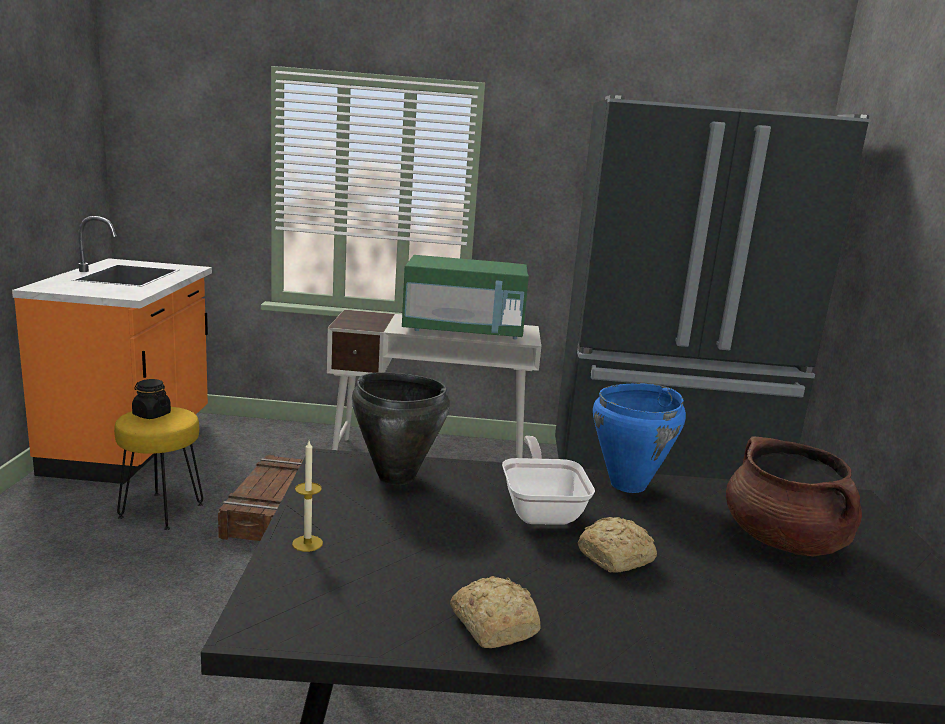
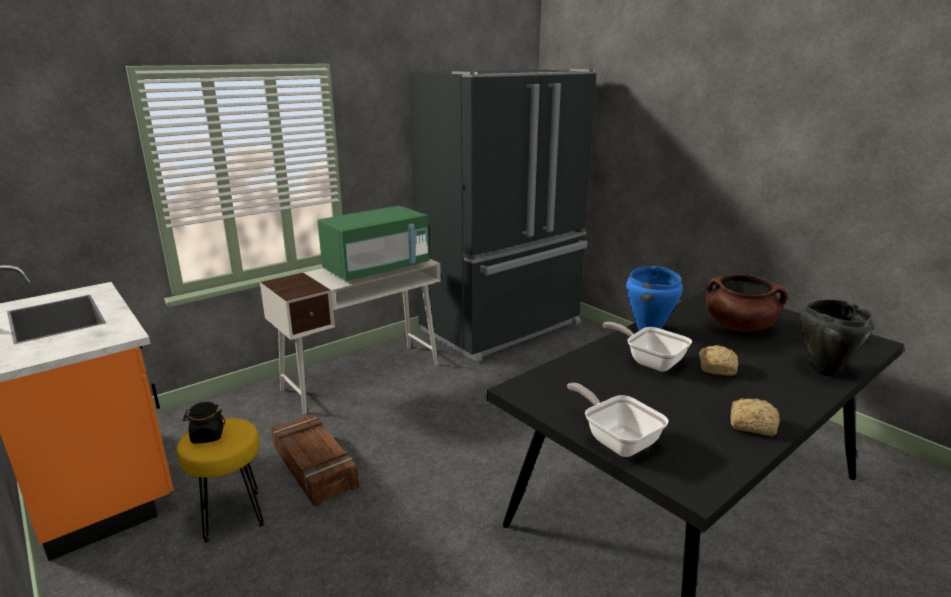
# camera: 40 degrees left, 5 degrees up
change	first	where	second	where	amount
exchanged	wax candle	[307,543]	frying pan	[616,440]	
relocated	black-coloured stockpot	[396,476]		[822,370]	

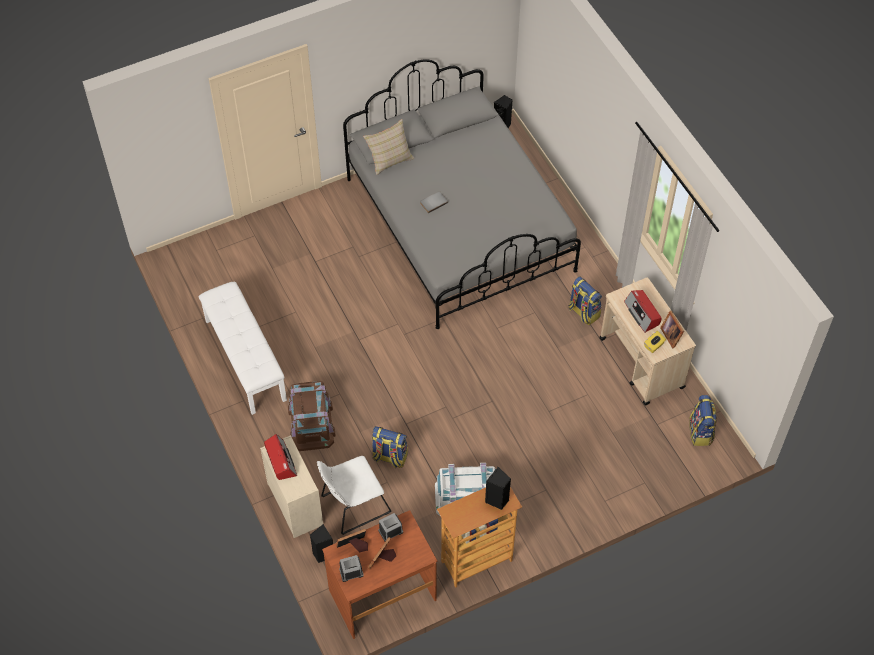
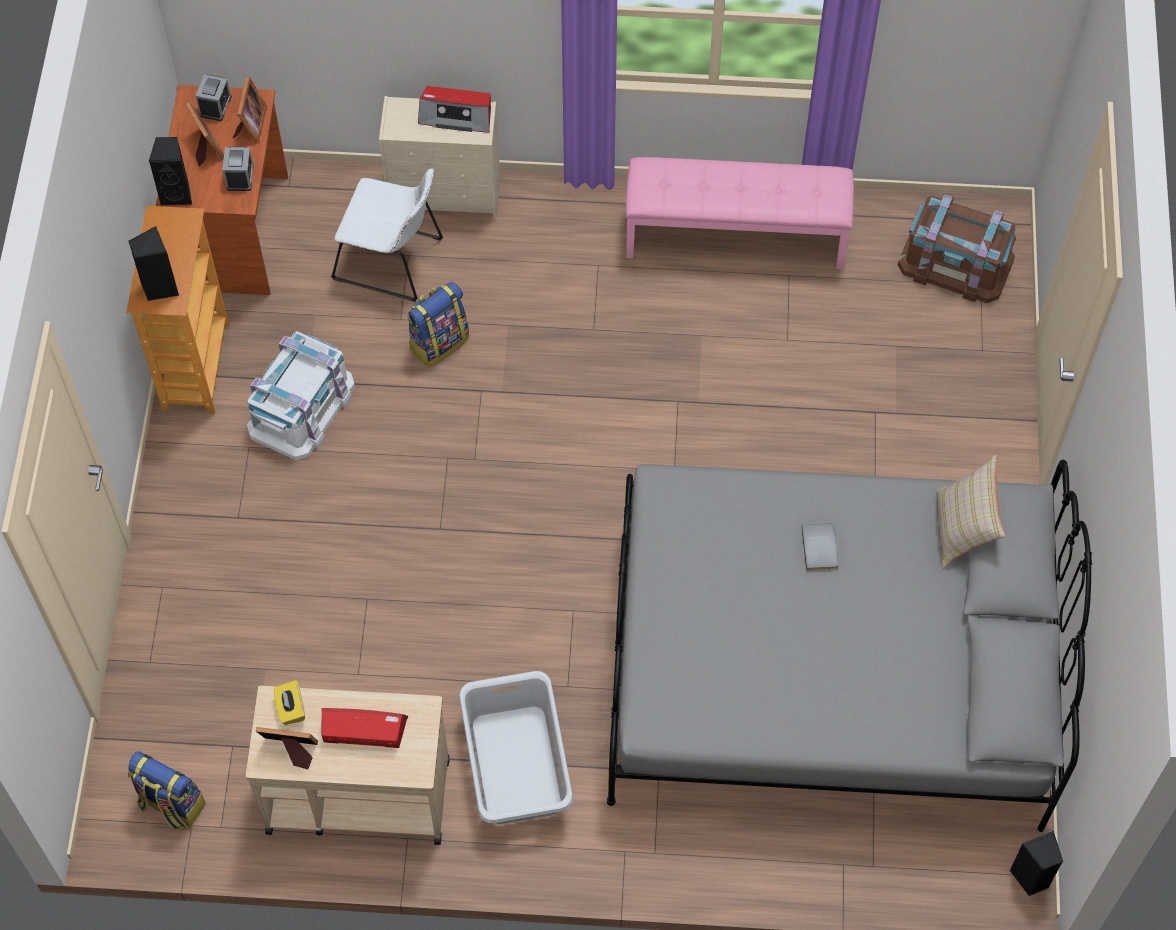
# camera: 120 degrees right, 5 degrees up
change	first	where	second	where	amount
relocated	black-coloured loudspeaker	[323,554]		[177,194]	
spun	white-coloured upright chair	[353,505]		[393,261]	105 degrees clockwise
exchanged	backpack	[583,312]	grey laundry basket	[517,764]	
colour	white-coloured long seat	[244,360]	pink long seat	[736,236]	
relocated	brown storage bin	[312,422]		[955,263]	

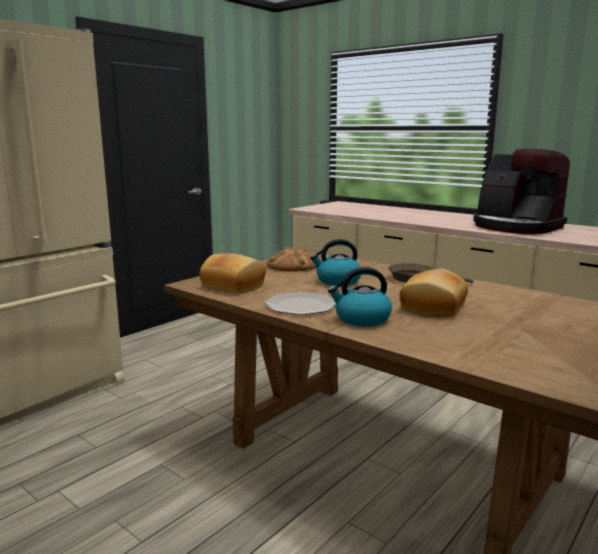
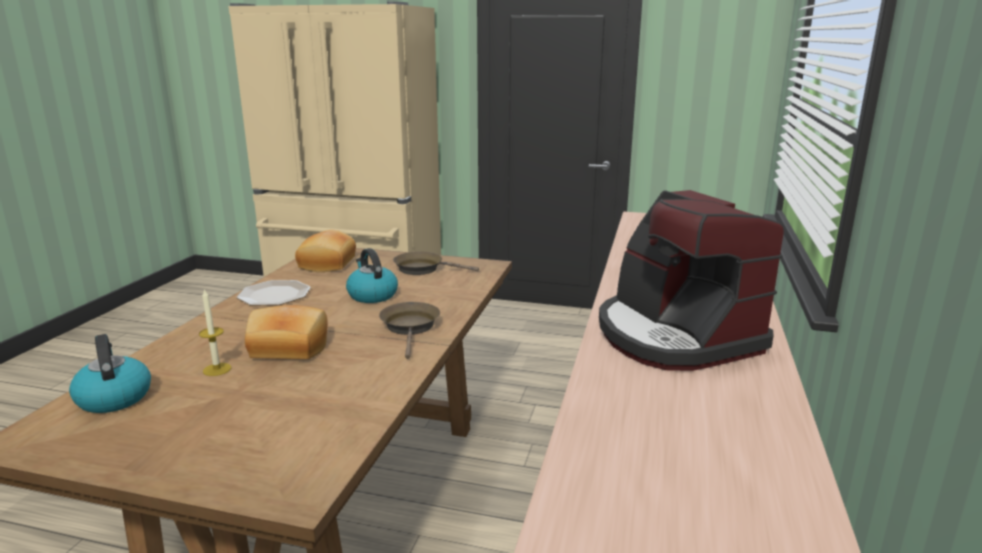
# camera: 65 degrees right, 5 degrees up
change	first	where	second	where	amount
relocated	kettle	[361,319]		[113,397]	
appeared			wax candle	[217,369]	
exchanged	bakery bread	[292,266]	brown frying pan	[423,269]	
spun	coffee brewer	[515,227]		[675,336]	45 degrees counterclockwise

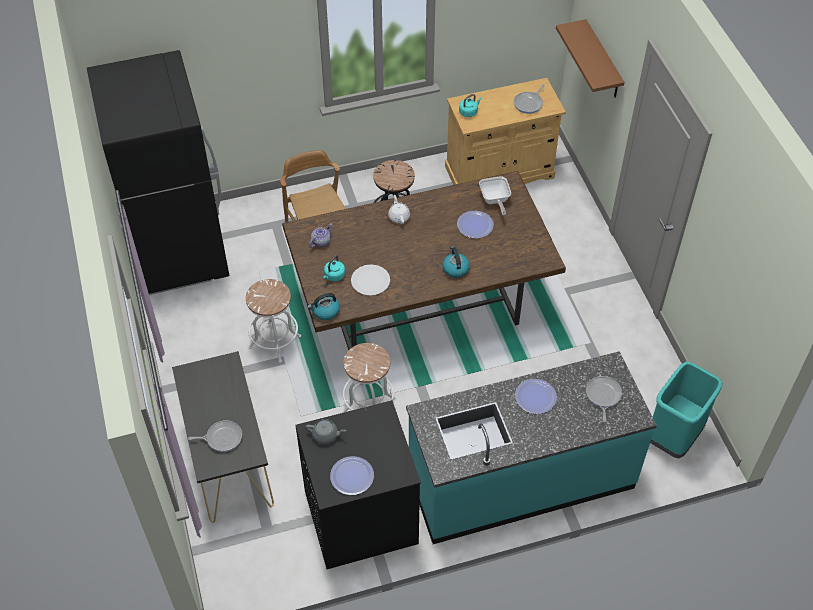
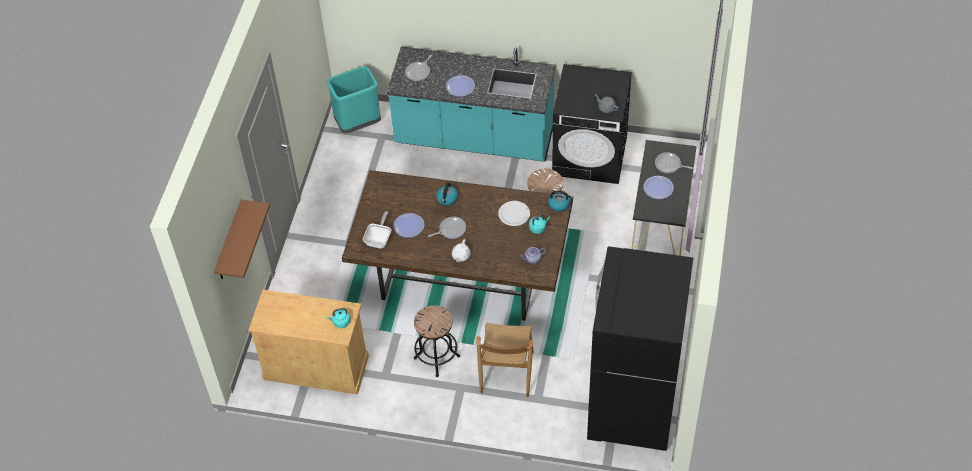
# camera: 150 degrees left, 0 degrees up
change	first	where	second	where	amount
relocated	frying pan	[529,103]		[451,229]	
relocated	dinner plate	[352,476]		[658,188]	
missing	white-coloured sitting stool	[275,342]			

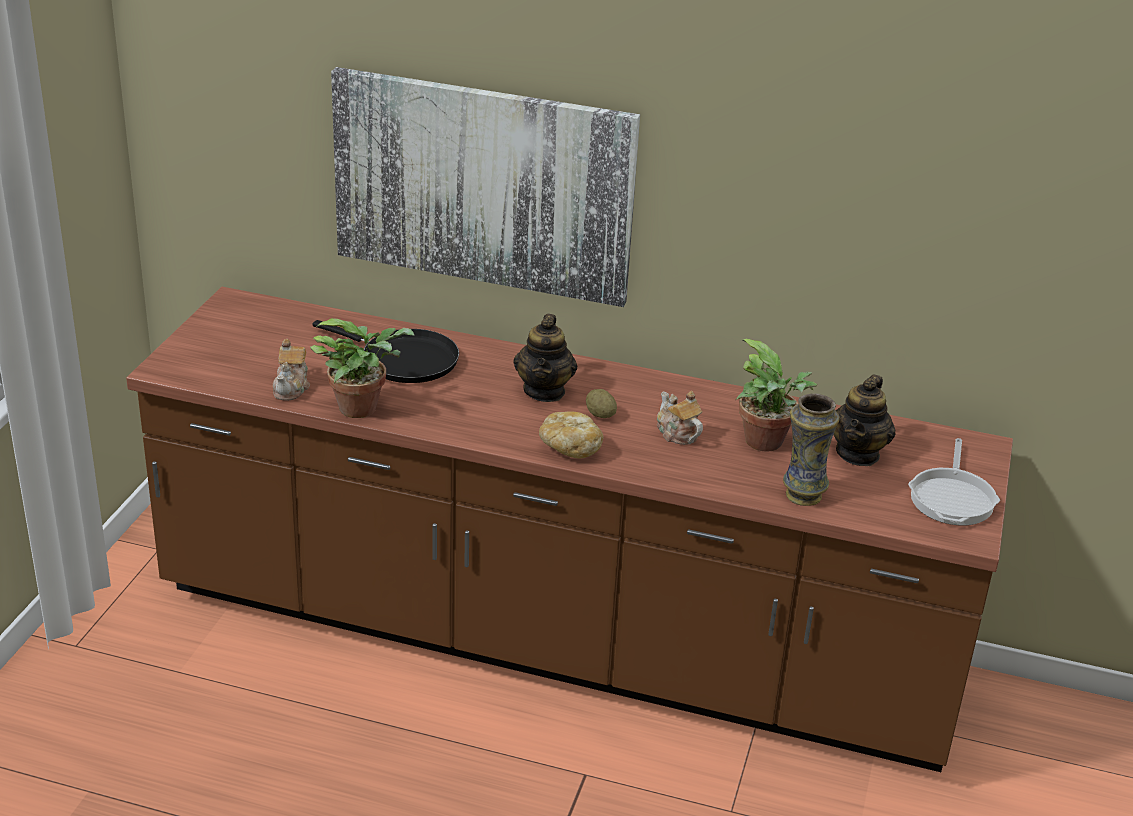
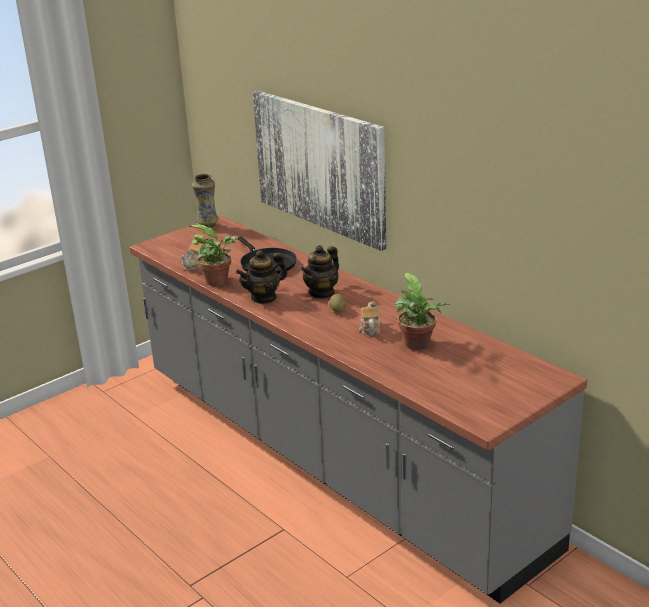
# camera: 35 degrees right, 5 degrees down
change	first	where	second	where	amount
colour	brown counter	[554,641]	grey counter	[332,457]	
relocated	vase	[802,495]		[208,227]	
relocated	teapot	[858,453]		[264,297]	
missing	bakery bread	[569,447]			
missing	frying pan	[952,498]			

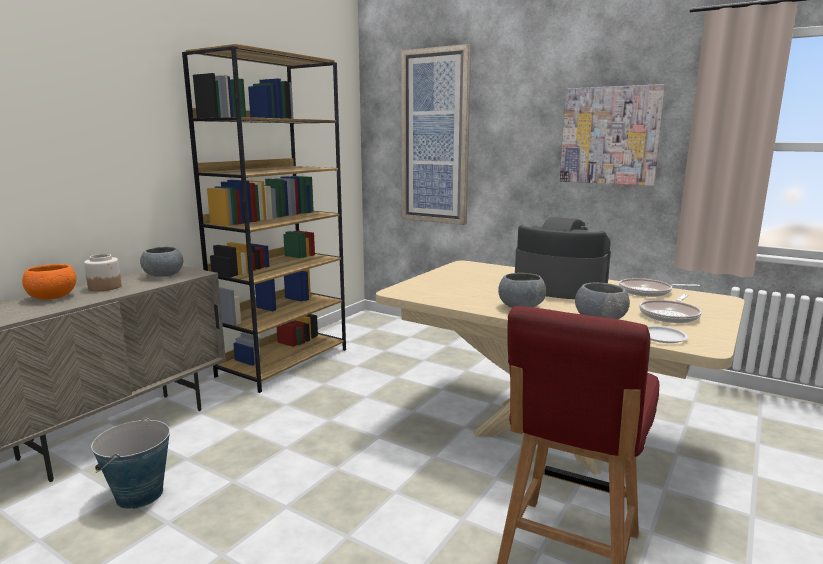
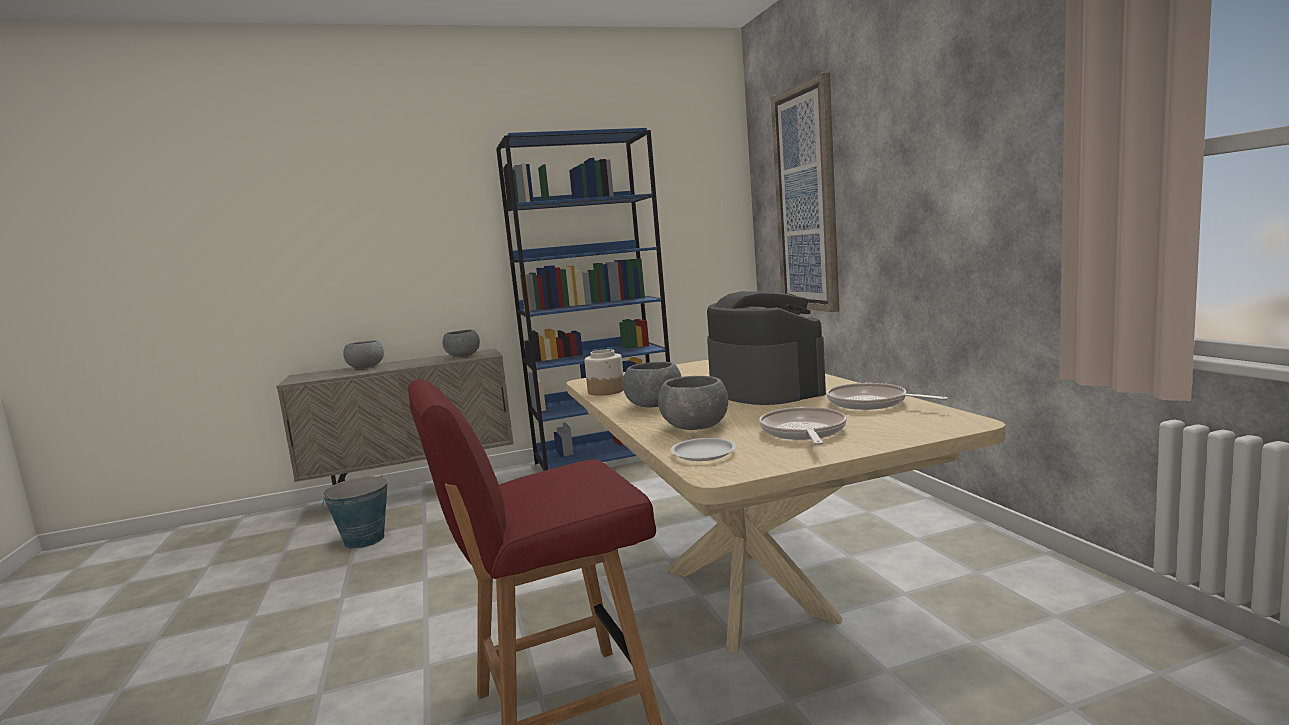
# camera: 40 degrees right, 5 degrees down
change	first	where	second	where	amount
colour	orange bowl	[52,297]	grey bowl	[366,367]	
colour	brown shelving unit	[284,362]	blue shelving unit	[606,460]	
relocated	preserve jar	[105,287]		[606,391]	
spun	frying pan	[670,315]		[803,432]	105 degrees clockwise
missing	wall picture	[610,136]			

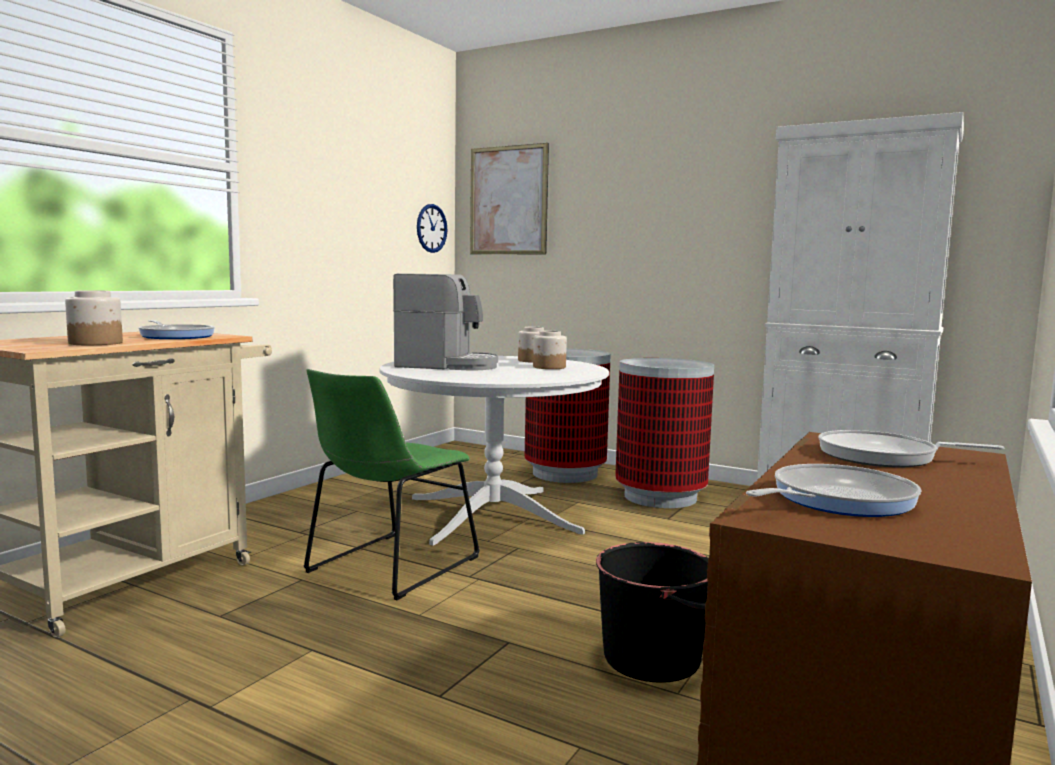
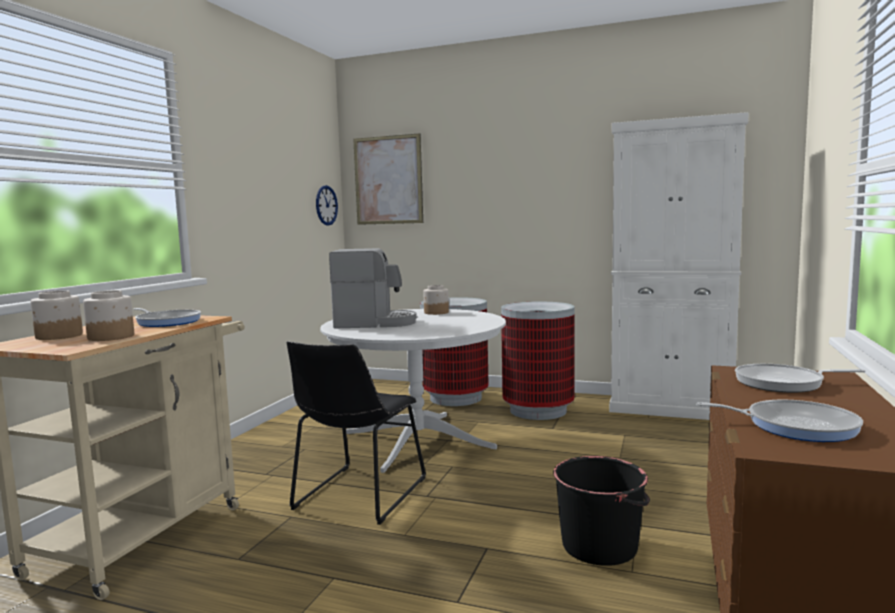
# camera: 10 degrees left, 0 degrees up
change	first	where	second	where	amount
relocated	preserve jar	[549,367]		[59,336]	
colour	green upright chair	[388,567]	black-coloured upright chair	[357,496]	
spun	frying pan	[836,500]		[794,426]	60 degrees clockwise

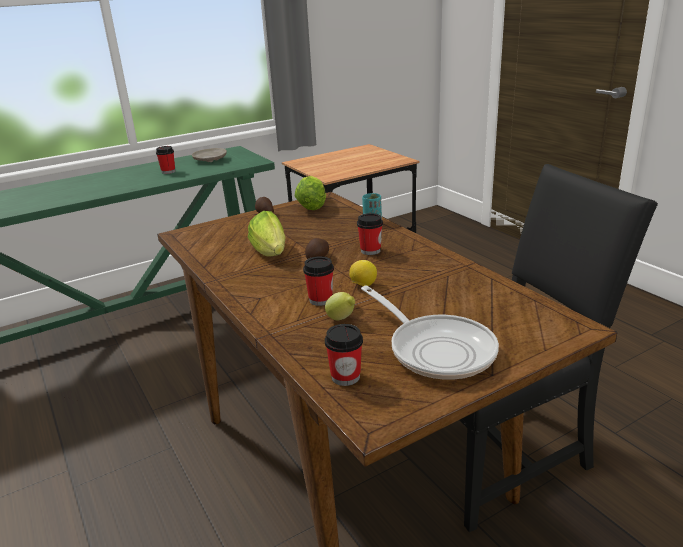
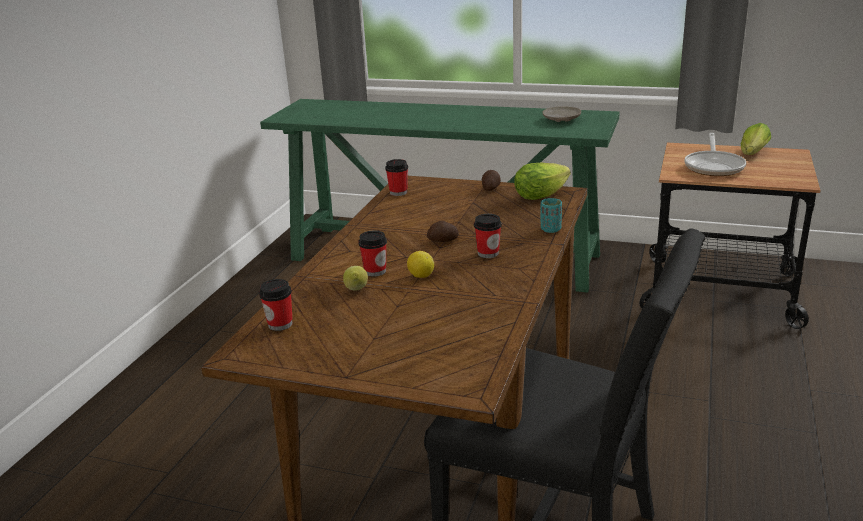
# camera: 50 degrees right, 0 degrees up
change	first	where	second	where	amount
relocated	cup	[168,171]		[398,192]	
relocated	frying pan	[436,349]		[714,166]	
relocated	head of lettuce	[271,253]		[752,154]	

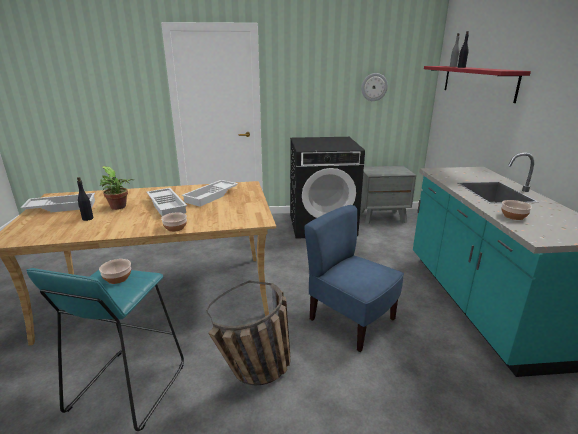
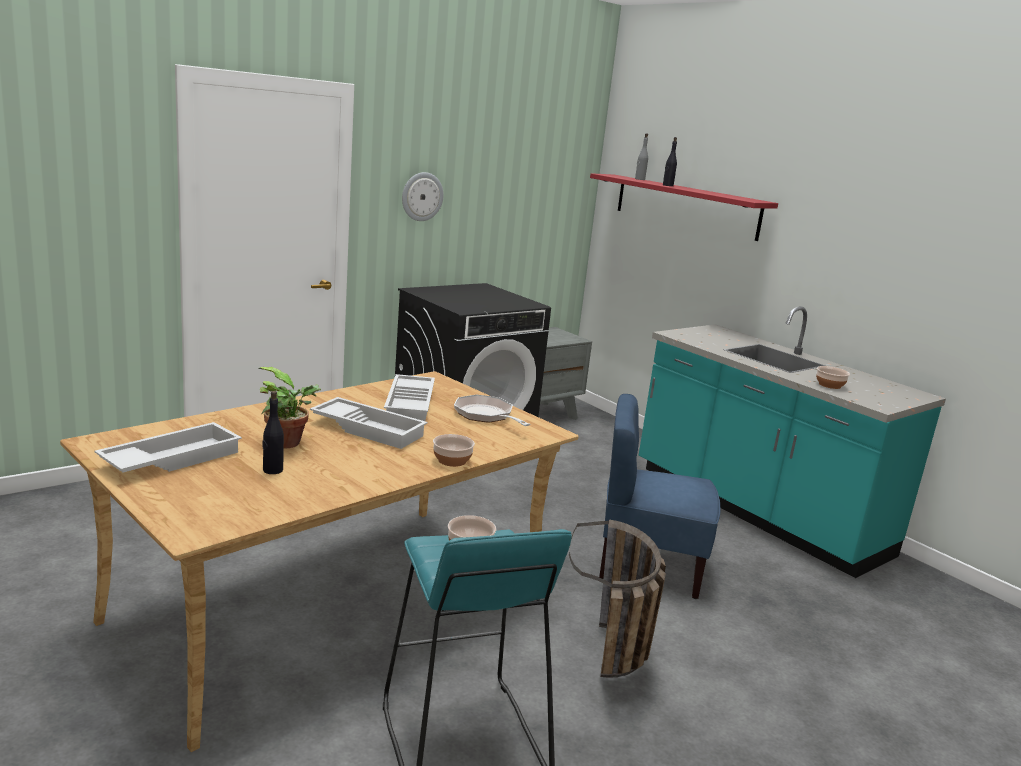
# camera: 35 degrees left, 5 degrees down
change	first	where	second	where	amount
relocated	clock on the wall	[374,87]		[422,196]	
appeared			frying pan	[486,415]	

